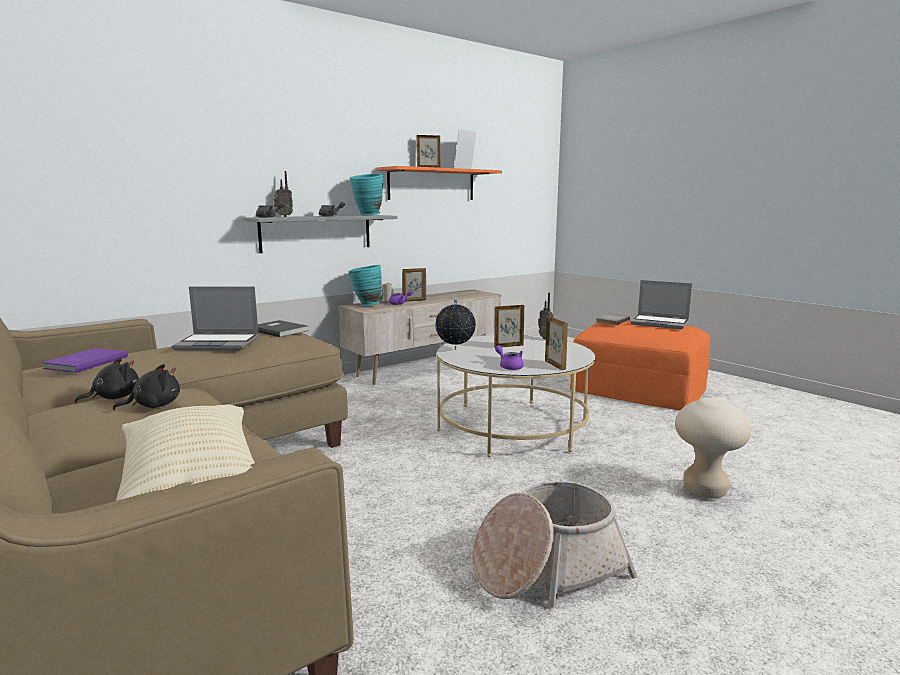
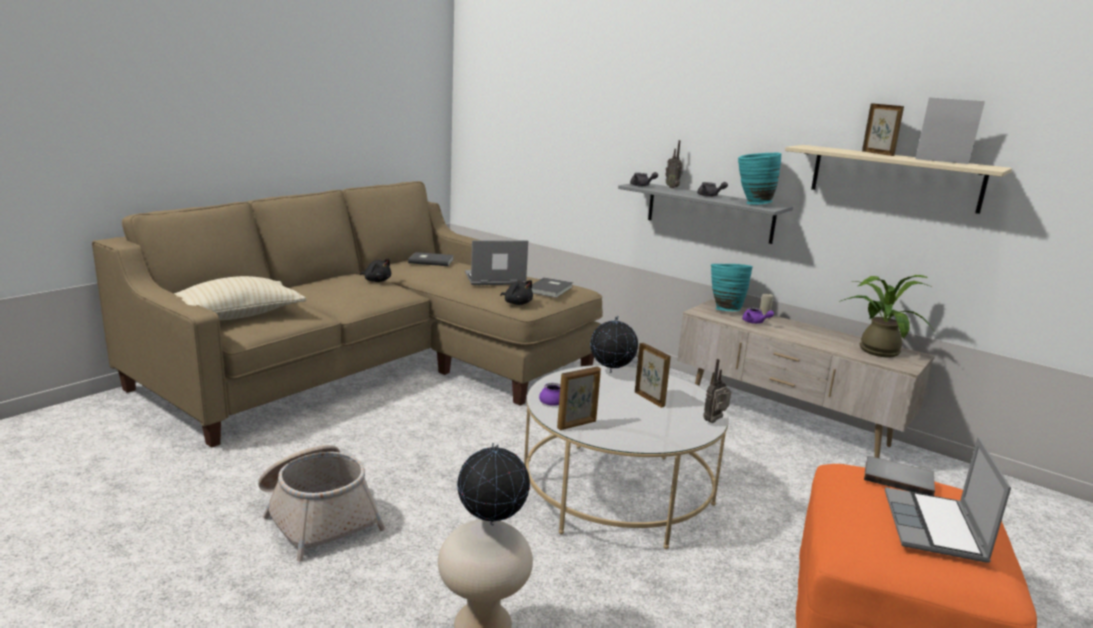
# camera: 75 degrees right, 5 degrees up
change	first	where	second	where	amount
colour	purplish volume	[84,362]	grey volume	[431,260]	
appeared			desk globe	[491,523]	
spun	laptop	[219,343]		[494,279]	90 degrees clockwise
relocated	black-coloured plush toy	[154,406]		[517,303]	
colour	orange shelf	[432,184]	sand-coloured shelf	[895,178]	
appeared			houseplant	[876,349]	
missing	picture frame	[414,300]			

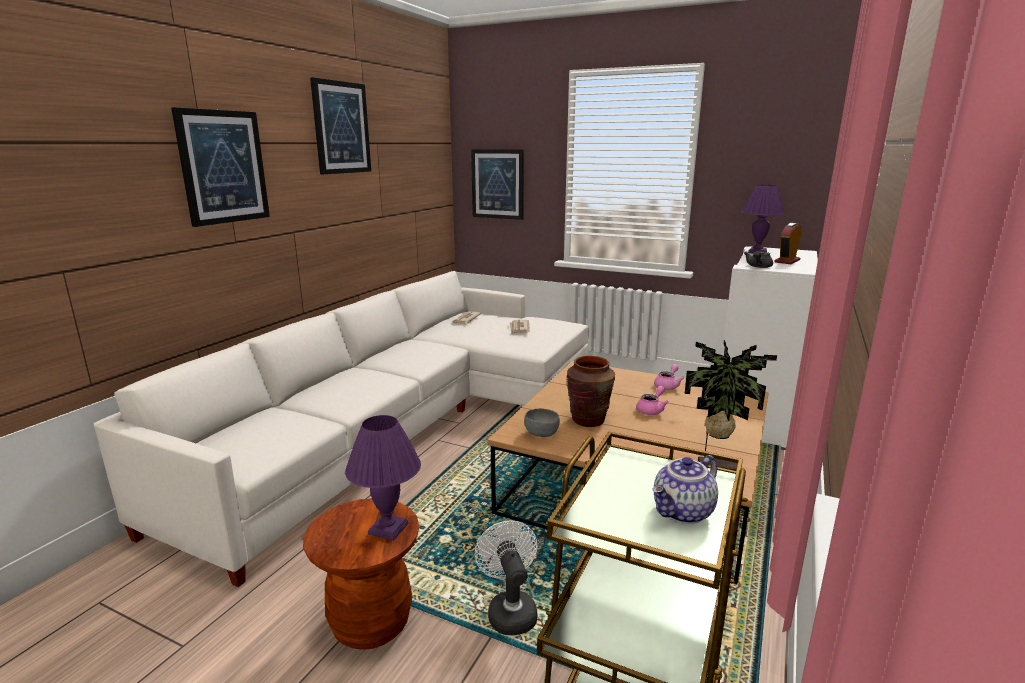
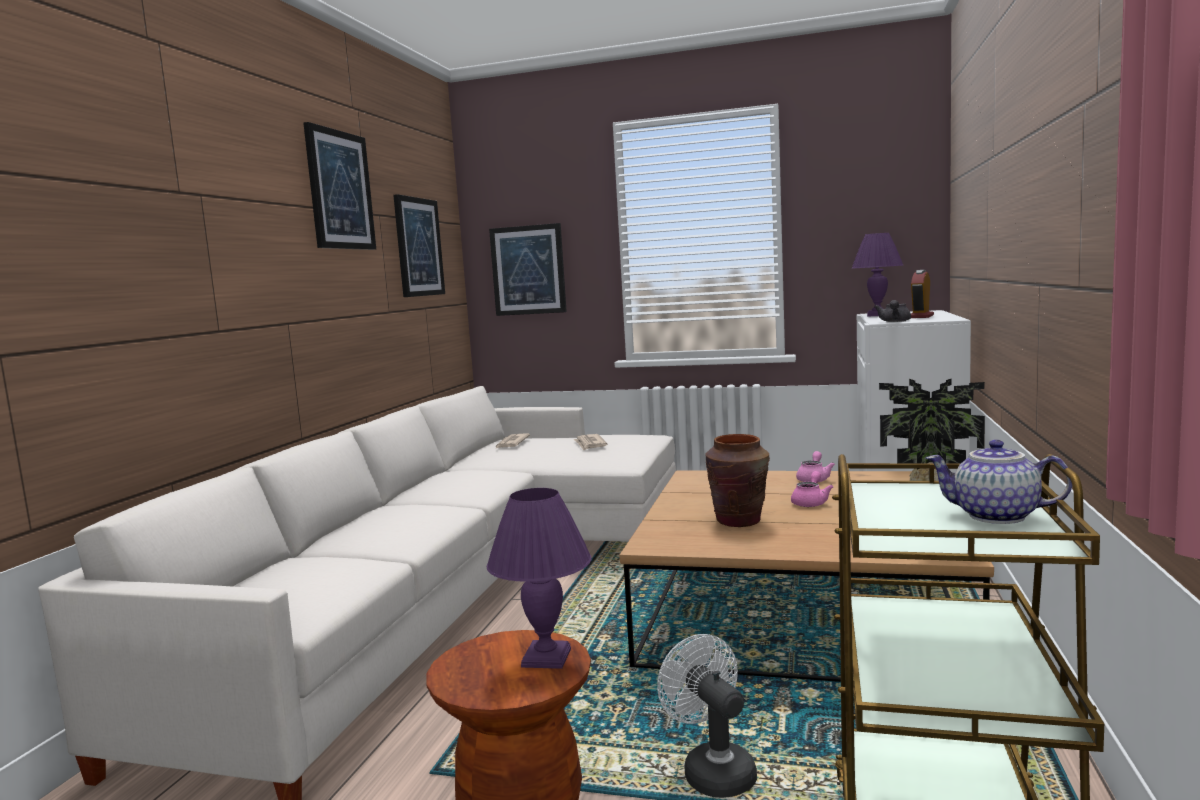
# camera: 10 degrees left, 10 degrees down
change	first	where	second	where	amount
relocated	wall picture	[223,167]		[418,247]	
spun	teapot	[684,513]		[995,516]	75 degrees clockwise
missing	grey bowl	[541,434]			

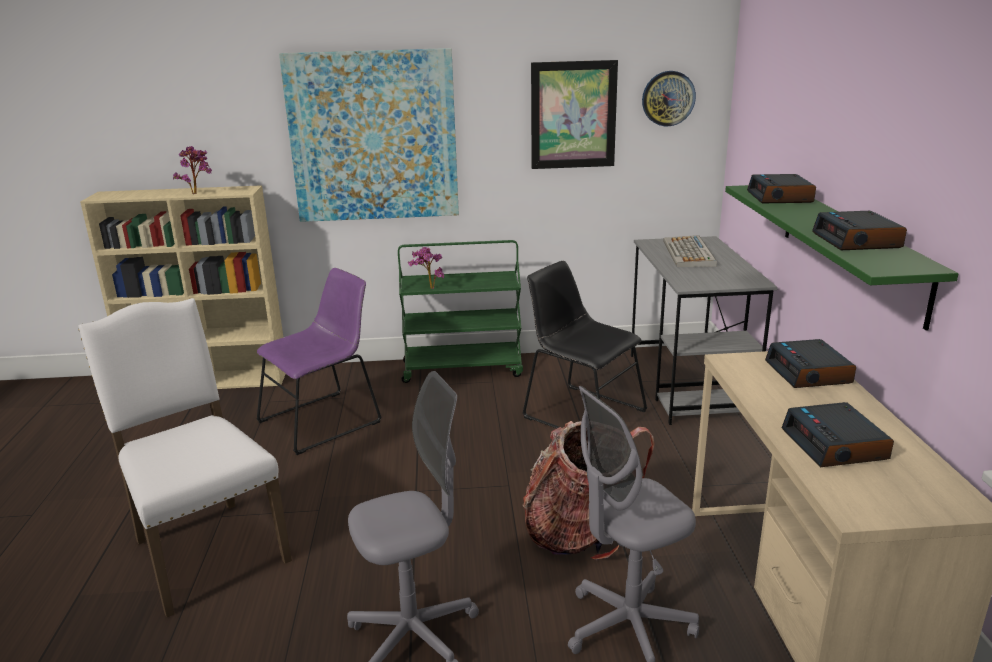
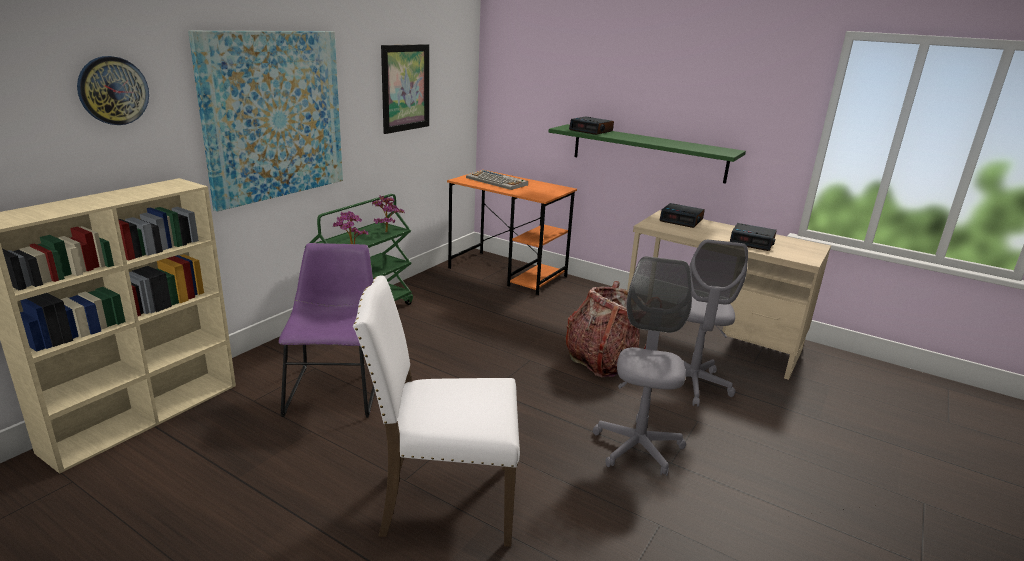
# camera: 55 degrees left, 0 degrees up
change	first	where	second	where	amount
relocated	clock on the wall	[668,98]		[113,90]	
relocated	houseplant	[197,193]		[386,231]	
colour	grey desk unit	[689,385]	orange desk unit	[508,272]	
missing	black-coloured upright chair	[580,412]			
missing	bedside clock	[857,240]			

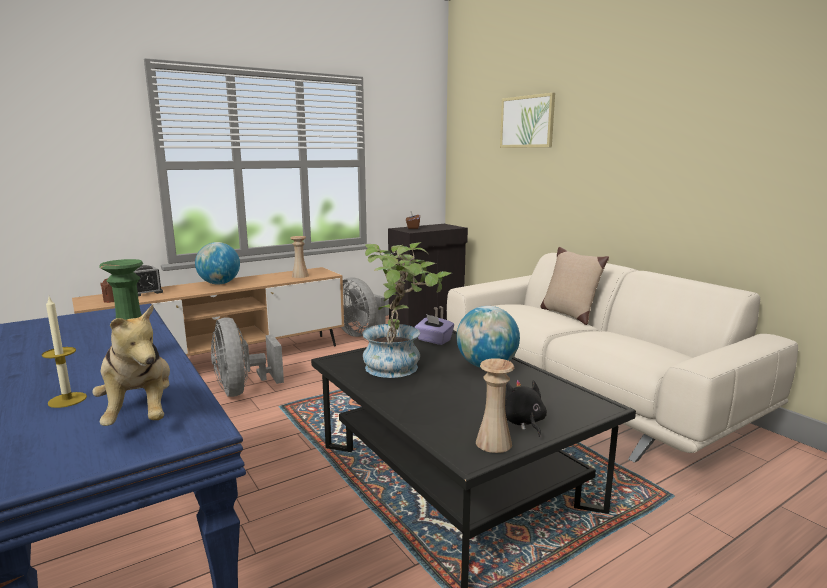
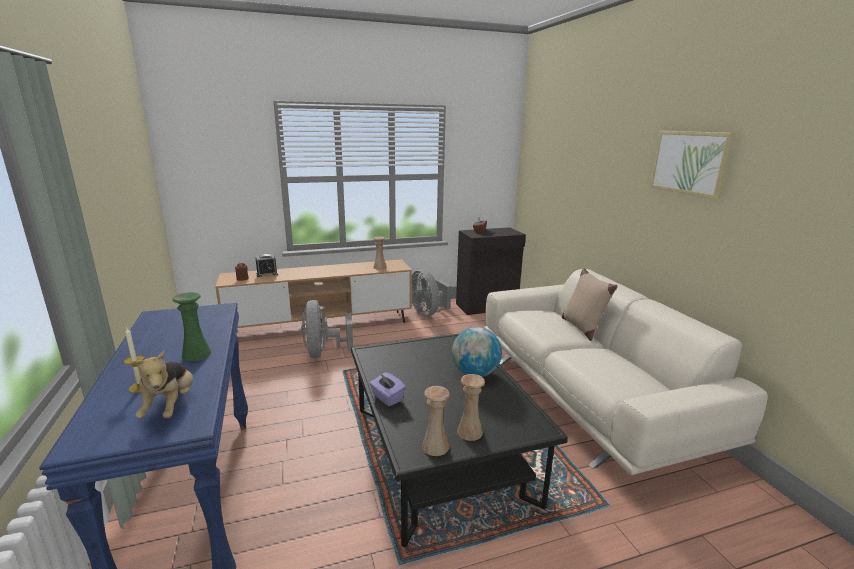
# camera: 15 degrees right, 5 degrees up
change	first	where	second	where	amount
relocated	purplish tissue box	[433,340]		[387,398]	
exchanged	black-coloured plush toy	[523,422]	sand-coloured vase	[469,432]	
relocated	wall picture	[527,122]		[689,162]	
missing	desk globe	[219,283]			
missing	houseplant	[400,366]			

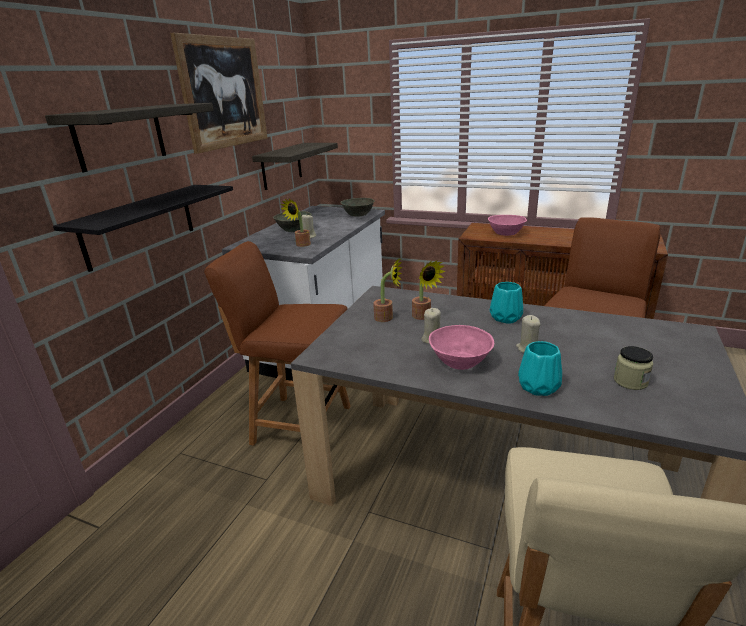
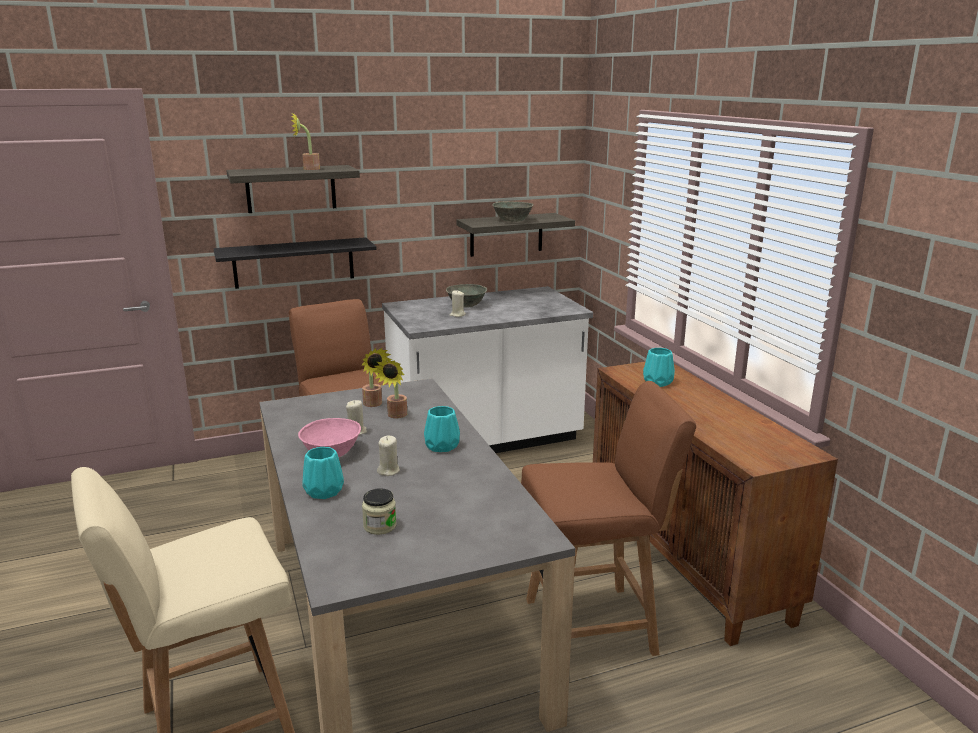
# camera: 45 degrees right, 5 degrees down
change	first	where	second	where	amount
relocated	houseplant	[301,245]		[308,169]	
relocated	grey bowl	[359,214]		[513,220]	
exchanged	pink bowl	[506,233]	turquoise vase	[658,382]	
missing	wall picture	[224,93]			

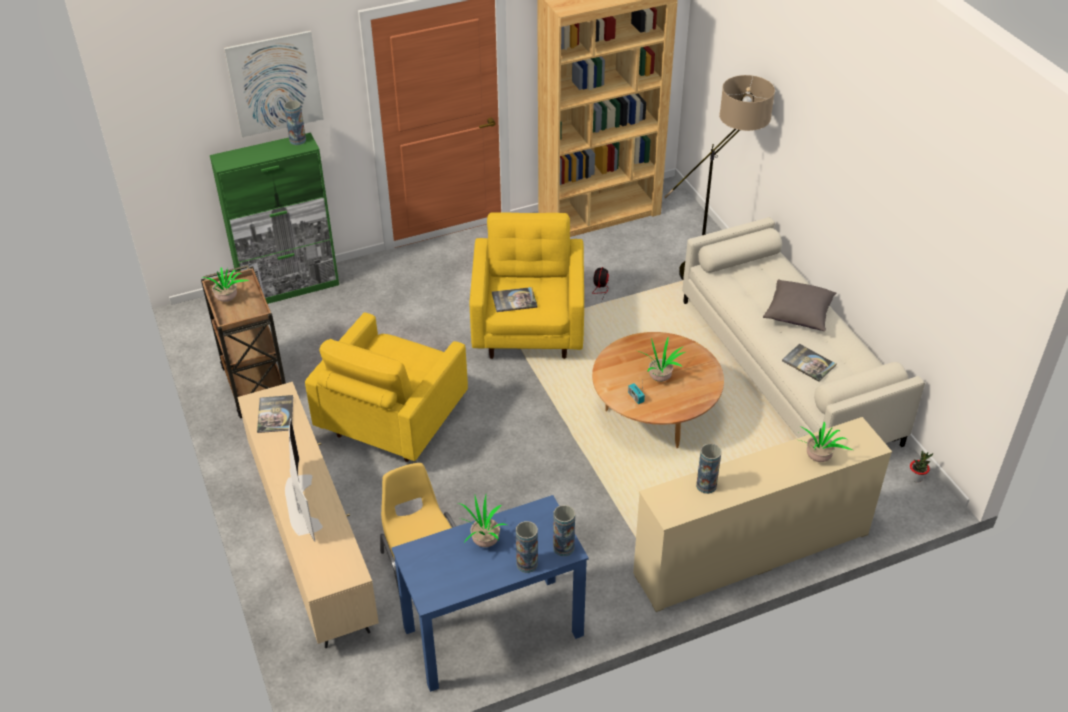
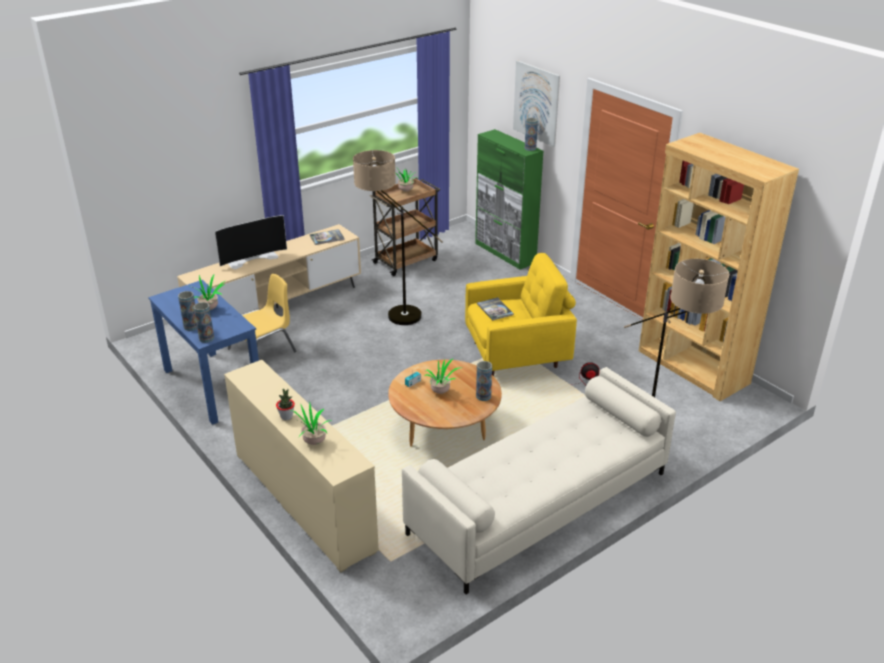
# camera: 75 degrees right, 10 degrees down
change	first	where	second	where	amount
relocated	houseplant	[916,478]		[286,417]	
exchanged	yellow easy chair	[391,421]	standard lamp	[391,315]	
relocated	vase	[706,485]		[483,396]	
missing	grey throw pillow	[798,315]			
missing	volume	[808,363]			

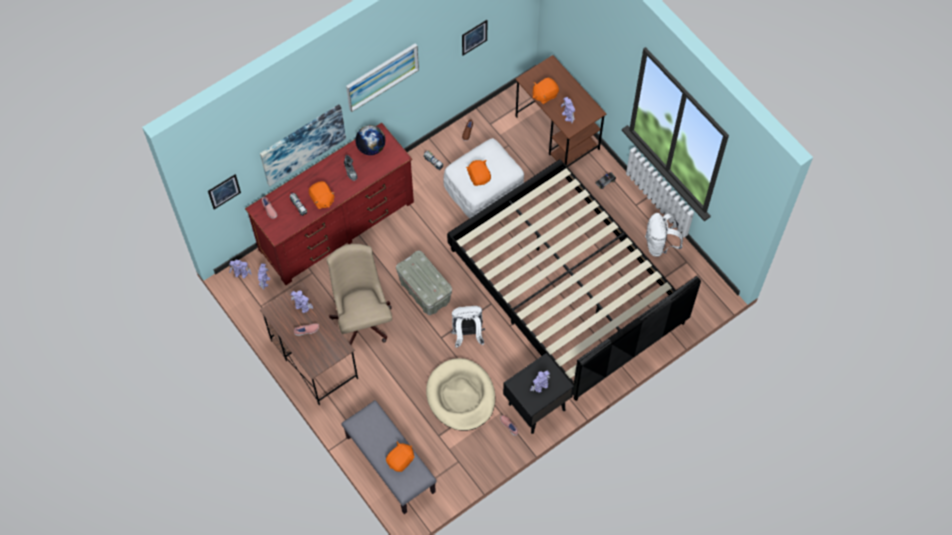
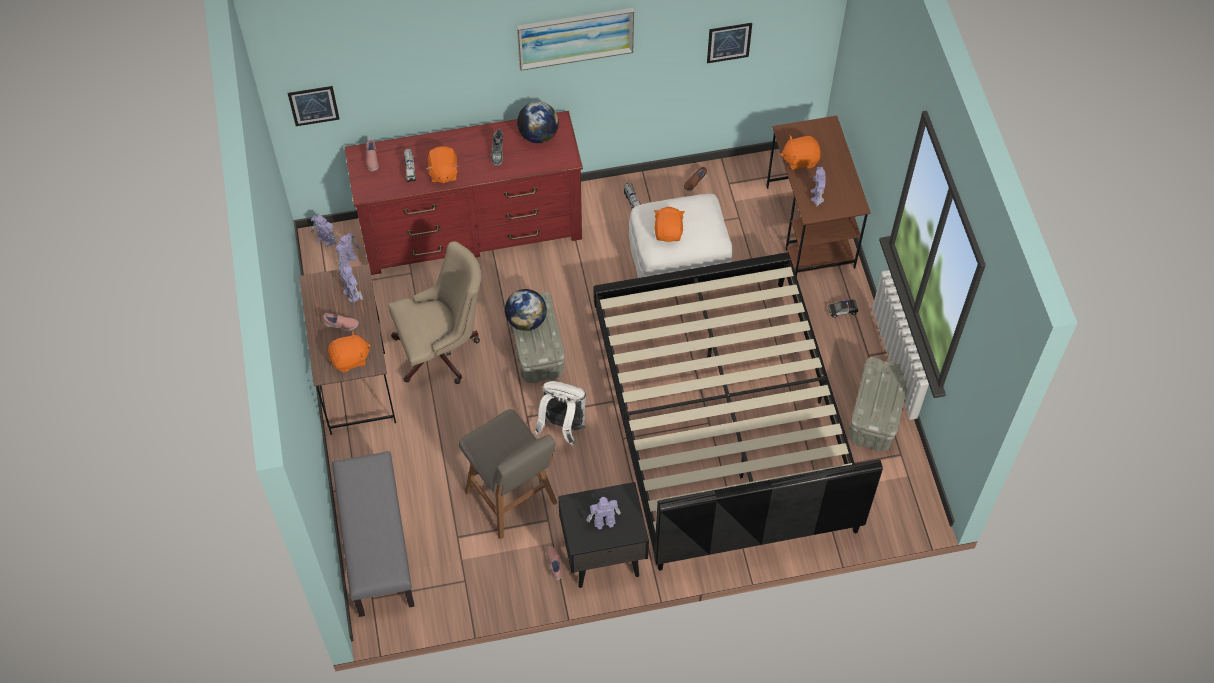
# camera: 25 degrees right, 5 degrees down
change	first	where	second	where	amount
relocated	orange plush toy	[401,460]		[350,359]	
spun	sand-coloured desk chair	[362,317]		[442,350]	60 degrees clockwise
exchanged	sand-coloured dog bed	[461,396]	grey sitting stool	[512,500]	
appeared			desk globe	[526,321]	
exchanged	white-coloured backpack	[660,245]	grey storage bin	[875,418]	
missing	wall picture	[302,144]			

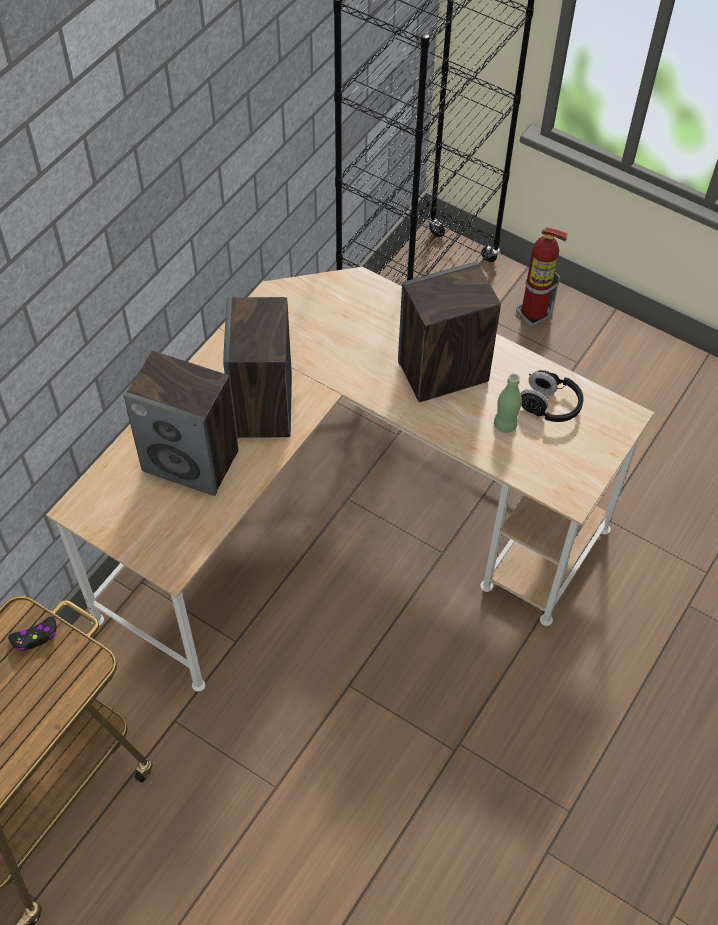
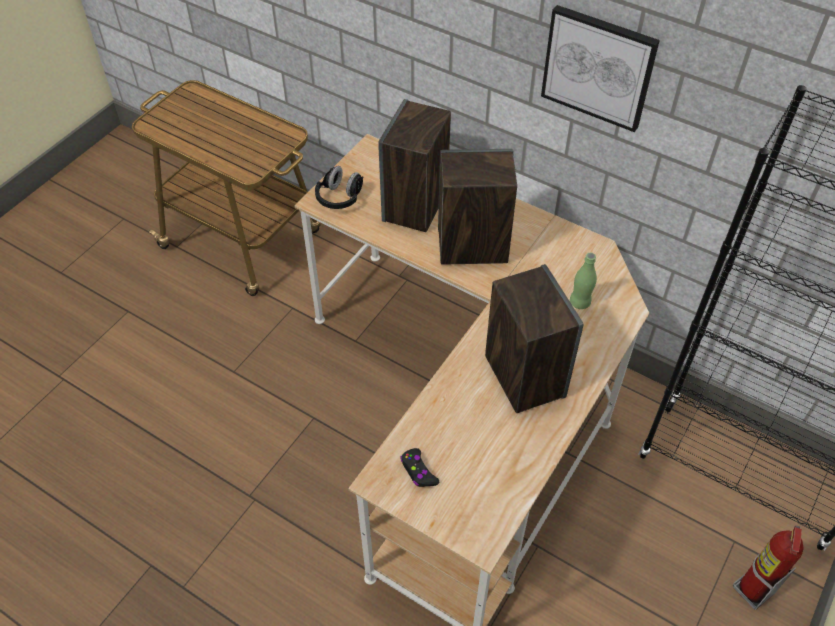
# camera: 90 degrees right, 5 degrees down
change	first	where	second	where	amount
relocated	black-coloured pair of headphones	[549,406]		[340,198]	
relocated	black-coloured game controller	[35,637]		[418,471]	
appeared			wall picture	[598,67]	
relocated	green beverage bottle	[505,424]		[580,302]	

